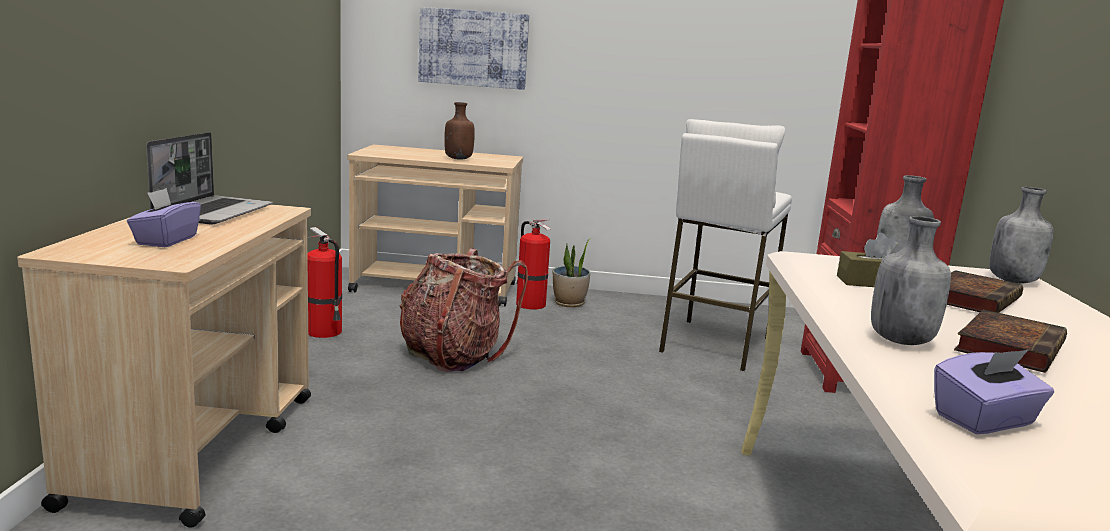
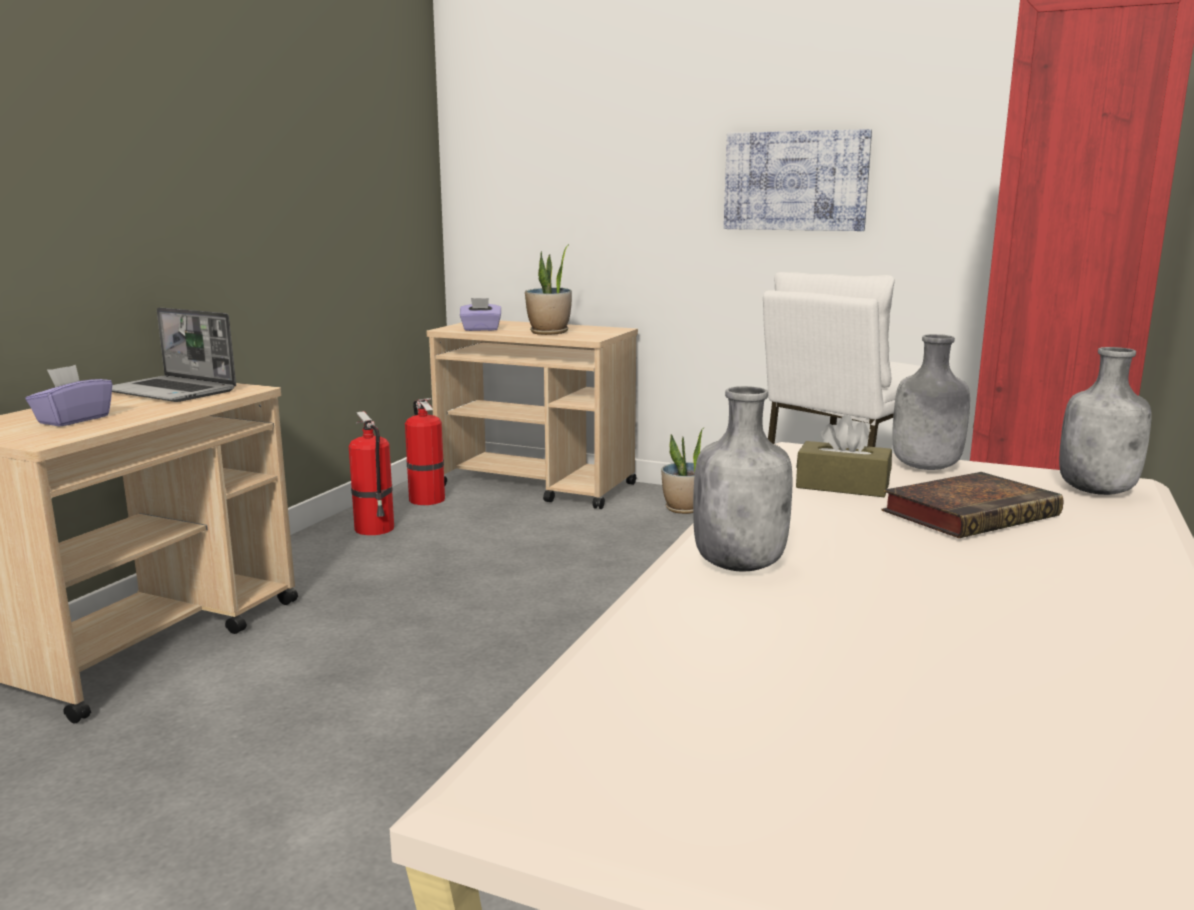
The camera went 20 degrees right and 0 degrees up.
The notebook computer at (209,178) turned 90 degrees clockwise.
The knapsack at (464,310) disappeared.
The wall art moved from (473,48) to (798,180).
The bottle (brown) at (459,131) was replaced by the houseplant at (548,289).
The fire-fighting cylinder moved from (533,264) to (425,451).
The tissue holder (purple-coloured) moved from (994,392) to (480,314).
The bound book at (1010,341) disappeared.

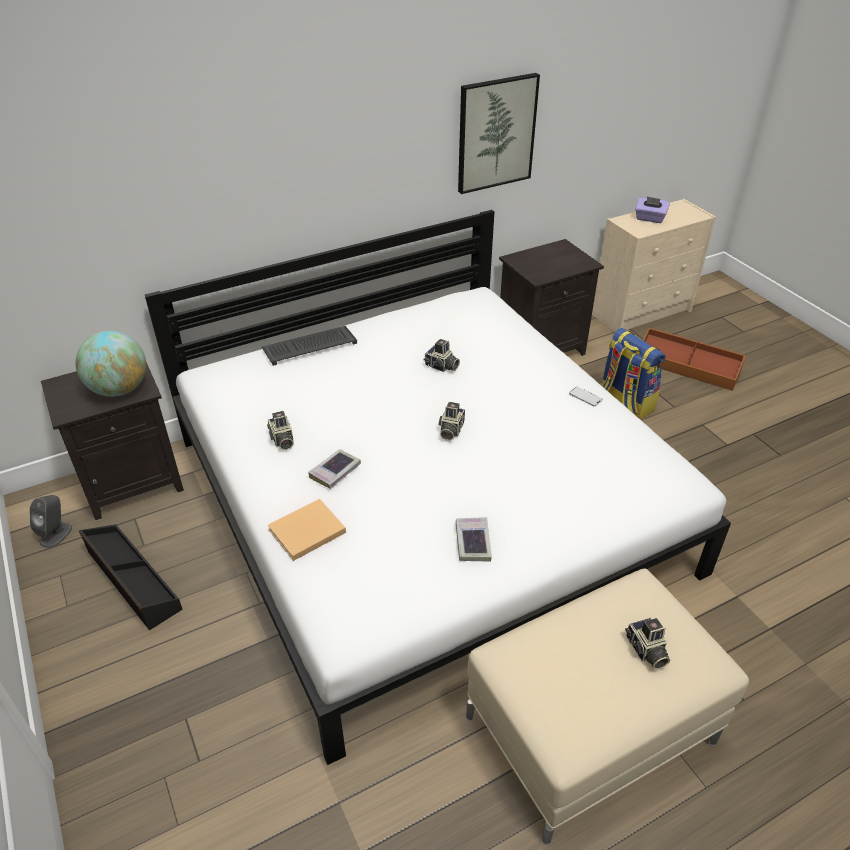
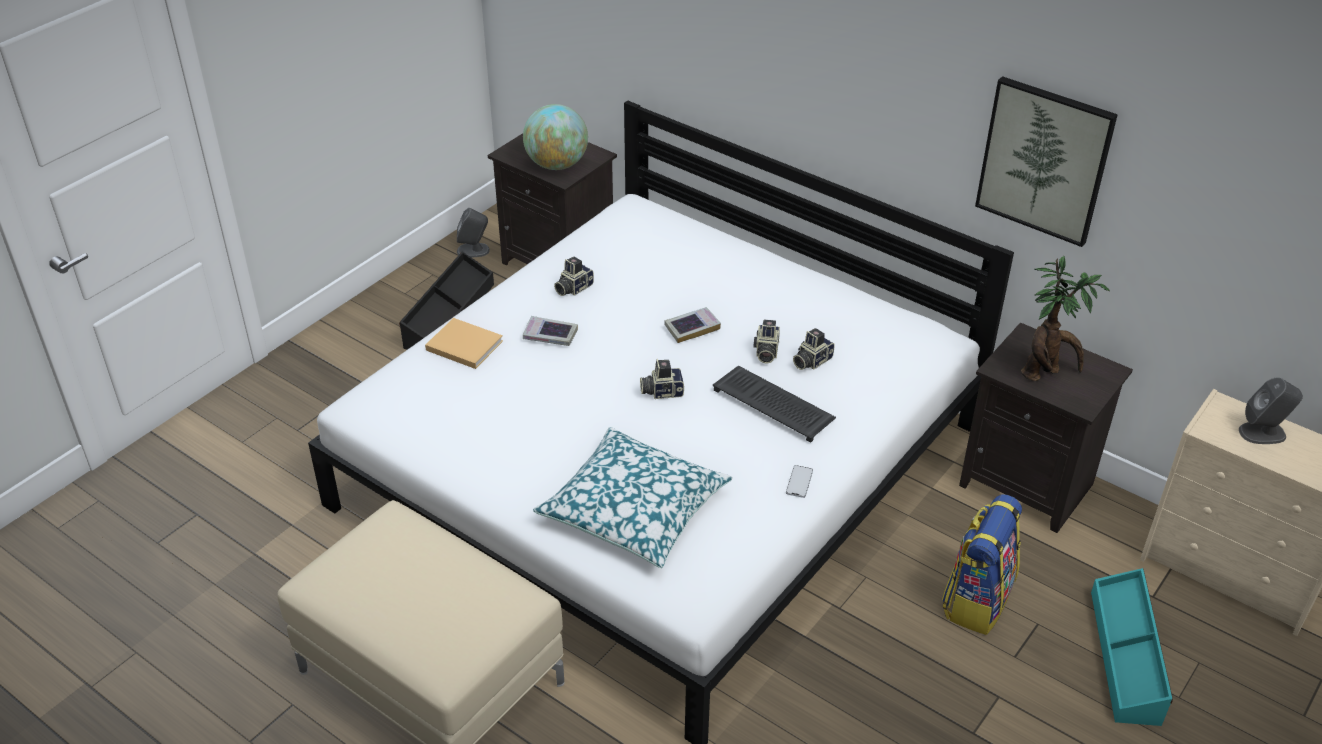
The camera went 65 degrees right and 0 degrees up.
The computer keyboard moved from (309,346) to (774,404).
The bound book moved from (474,539) to (692,325).
The still camera moved from (647,643) to (814,349).
The tissue holder (purple-coloured) at (652,209) was replaced by the speaker (grey) at (1271,410).
The storage box (brown) at (694,359) became the storage box (turquoise) at (1132,647).
The pillow at (633,497) appeared.
The houseplant at (1065,318) appeared.

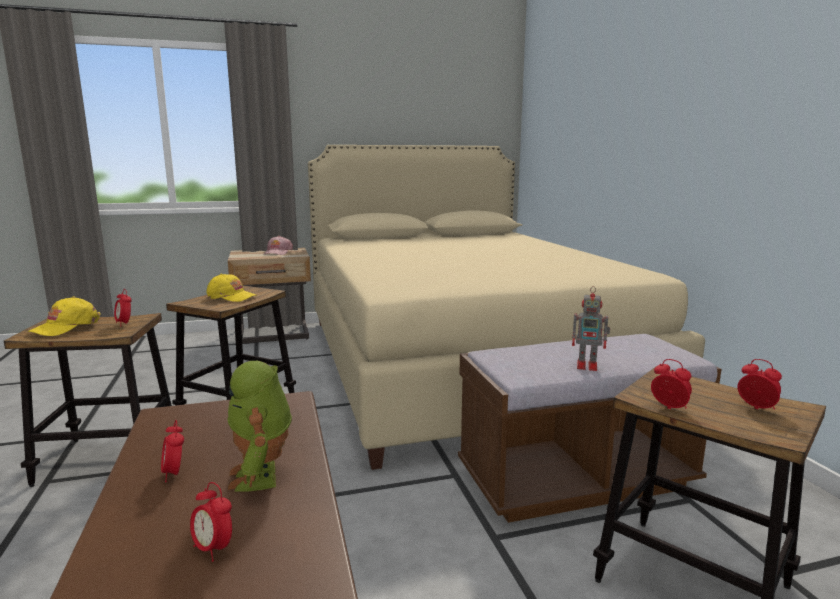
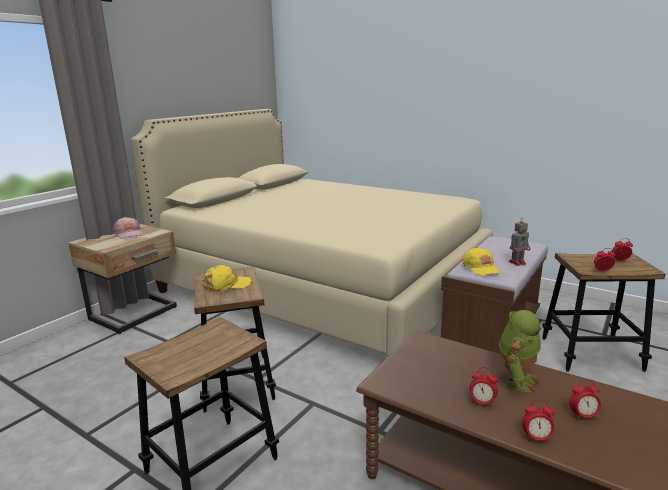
The camera went 40 degrees left and 5 degrees up.
The peaked cap (yellow-coloured) moved from (64,316) to (482,261).
The bedside clock moved from (123,306) to (538,421).
The robot figure at (260,426) turned 90 degrees counterclockwise.

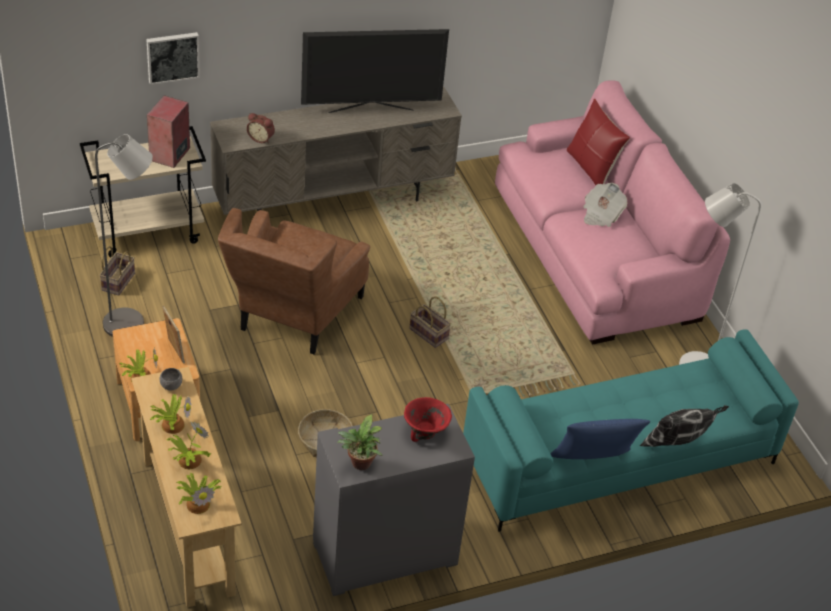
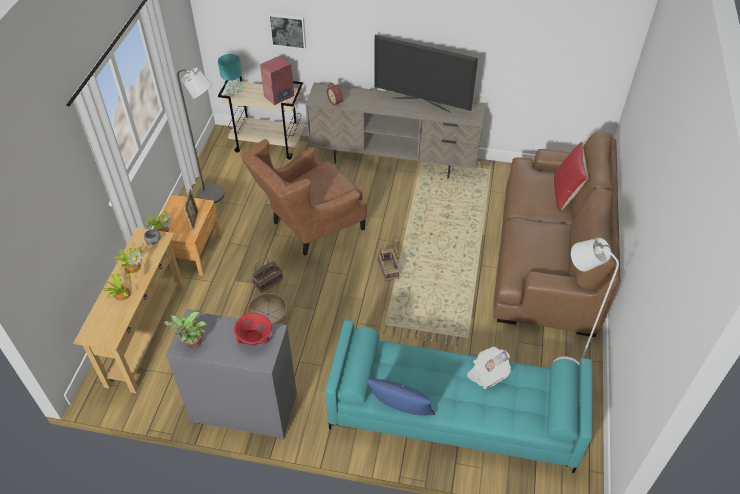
The camera went 35 degrees right and 5 degrees up.
The storage basket moved from (117,271) to (267,274).
The houseplant at (199,493) disappeared.
The settee (pinkish) at (612,212) became the settee (brown) at (556,234).
The daily paper moved from (605,205) to (489,368).
The pillow at (684,426) disappeared.
The table lamp (turquoise) at (230,75) appeared.

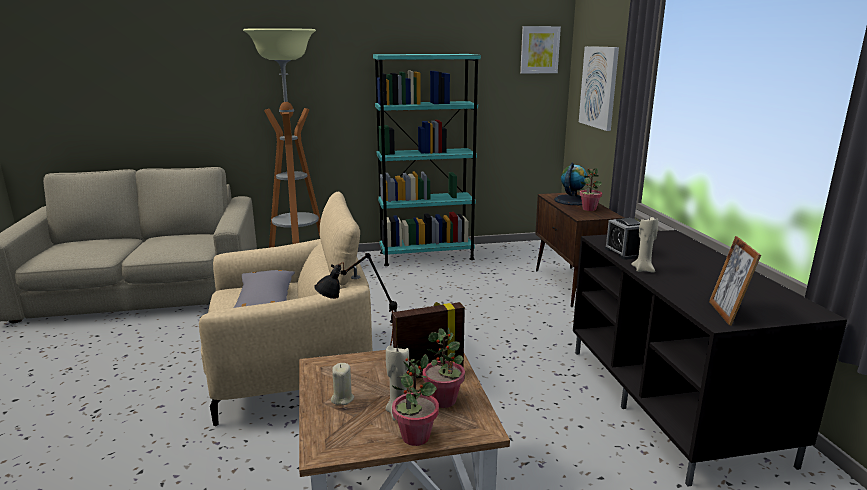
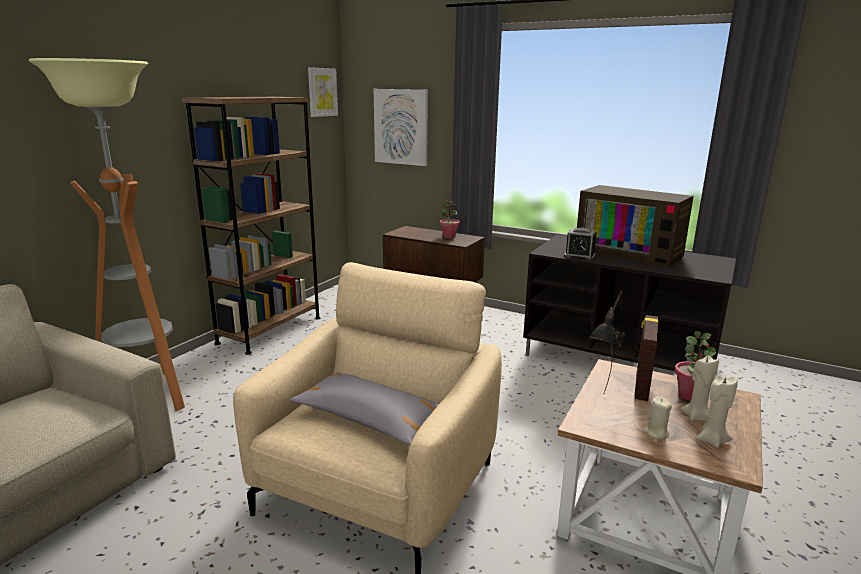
The camera went 50 degrees left and 0 degrees up.
The bookshelf (turquoise) at (427,160) became the bookshelf (brown) at (250,226).
The houseplant at (415,400) disappeared.
The world globe at (571,184) disappeared.
The candle (sand-coloured) moved from (644,245) to (717,411).
The picture frame at (735,281) disappeared.
The TV at (635,226) appeared.

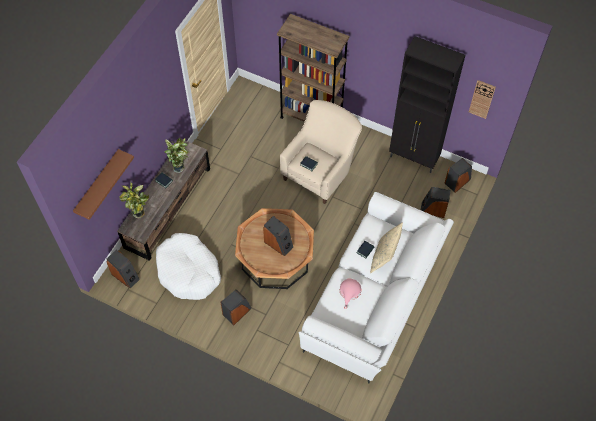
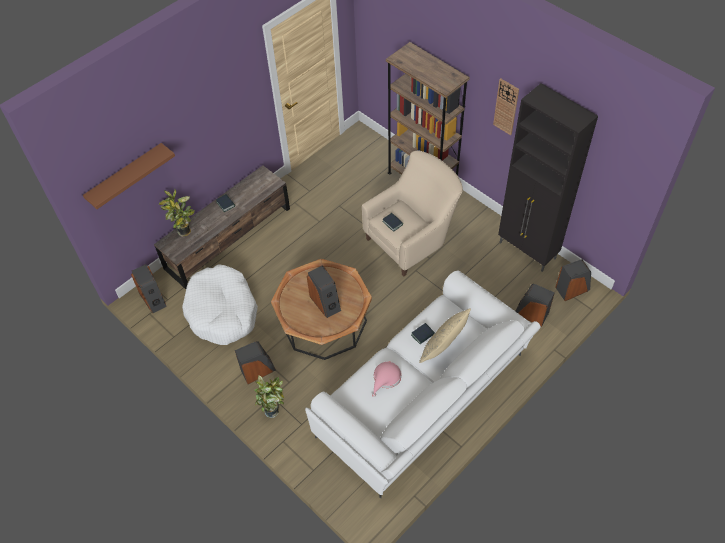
The camera went 20 degrees right and 5 degrees down.
The houseplant moved from (177,155) to (269,397).
The clock on the wall moved from (482,99) to (506,106).

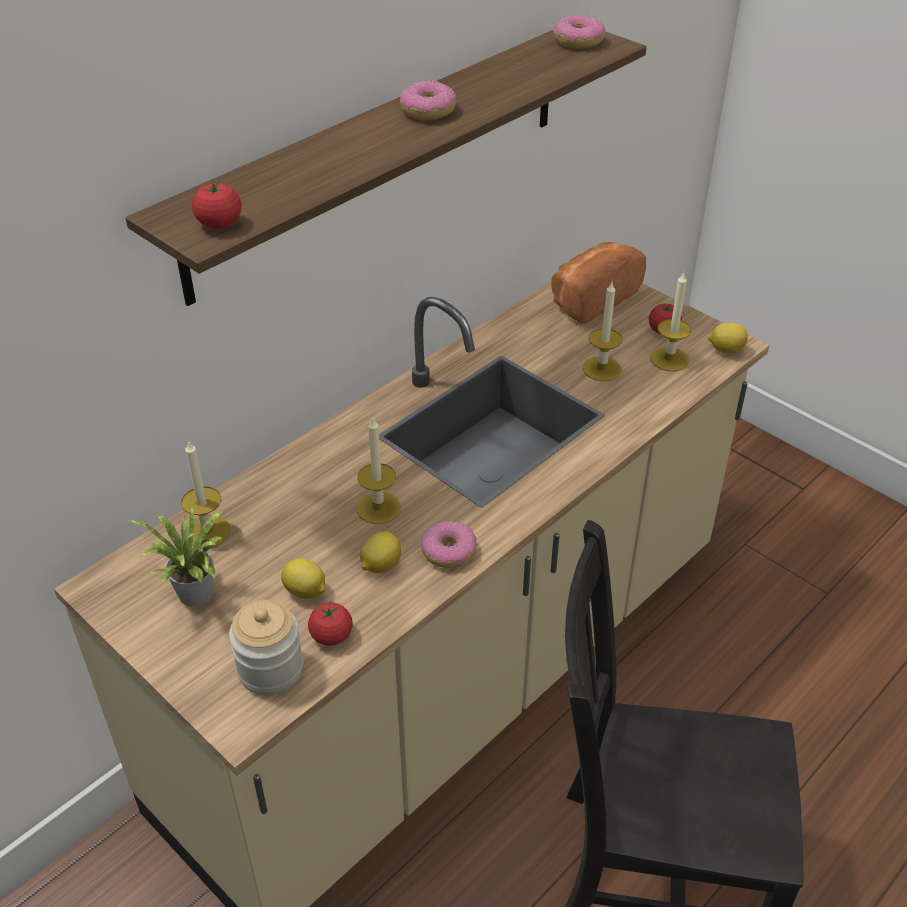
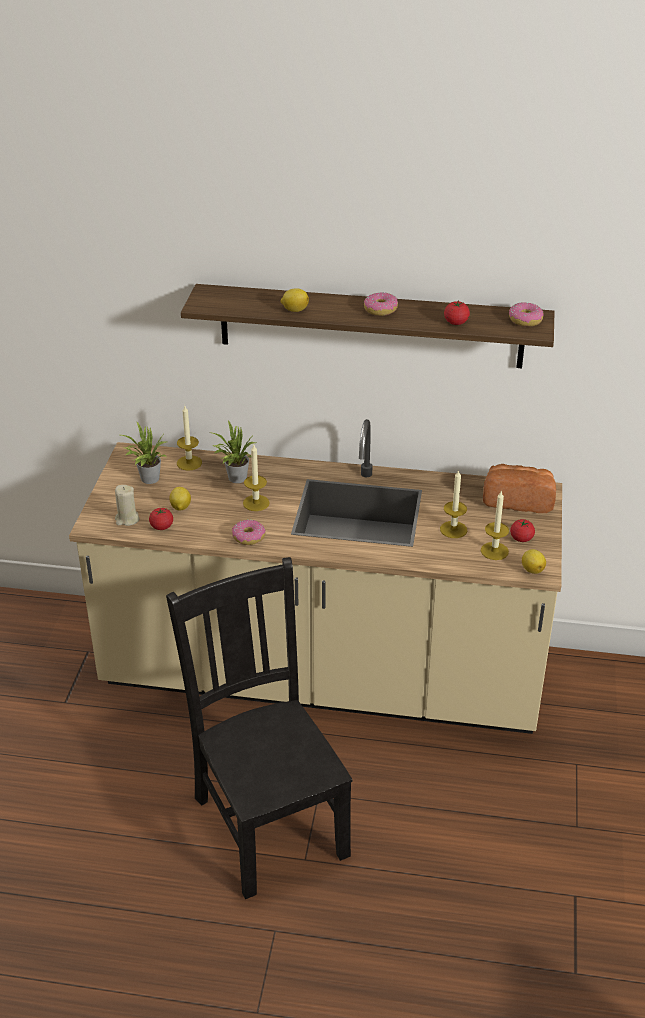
The camera went 55 degrees right and 5 degrees down.
The fresh tomato moved from (217,204) to (457,313).
The storage jar at (266,647) was replaced by the candle (sand-coloured) at (127,505).
The whole lemon moved from (380,552) to (294,300).
The houseplant at (232,451) appeared.

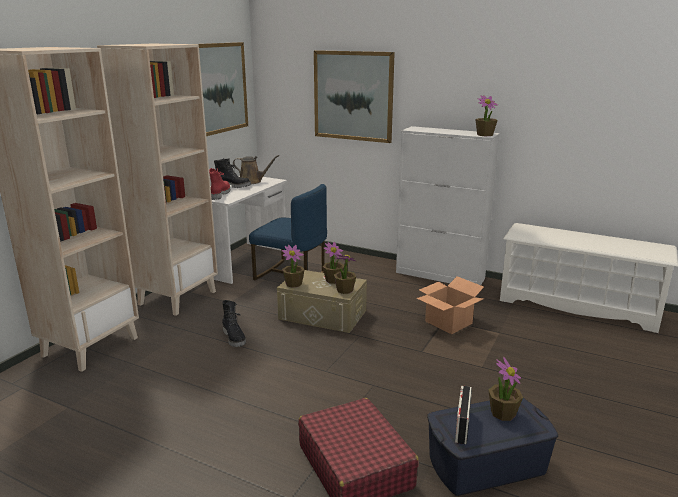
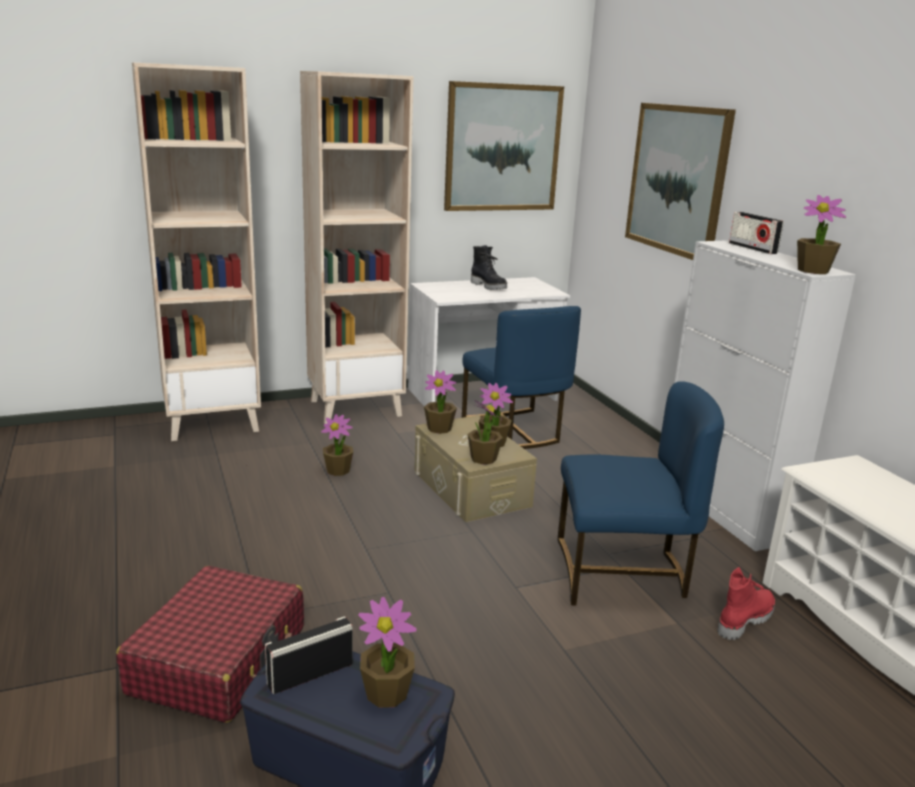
The camera went 40 degrees right and 0 degrees up.
The tall boot (red) moved from (219,184) to (746,603).
The tall boot (black) at (234,323) was replaced by the houseplant at (337,445).
The sprinkling can (brown) at (256,169) disappeared.
The packing box at (450,305) was replaced by the plain chair (blue-coloured) at (641,493).
The radio set at (756,233) appeared.

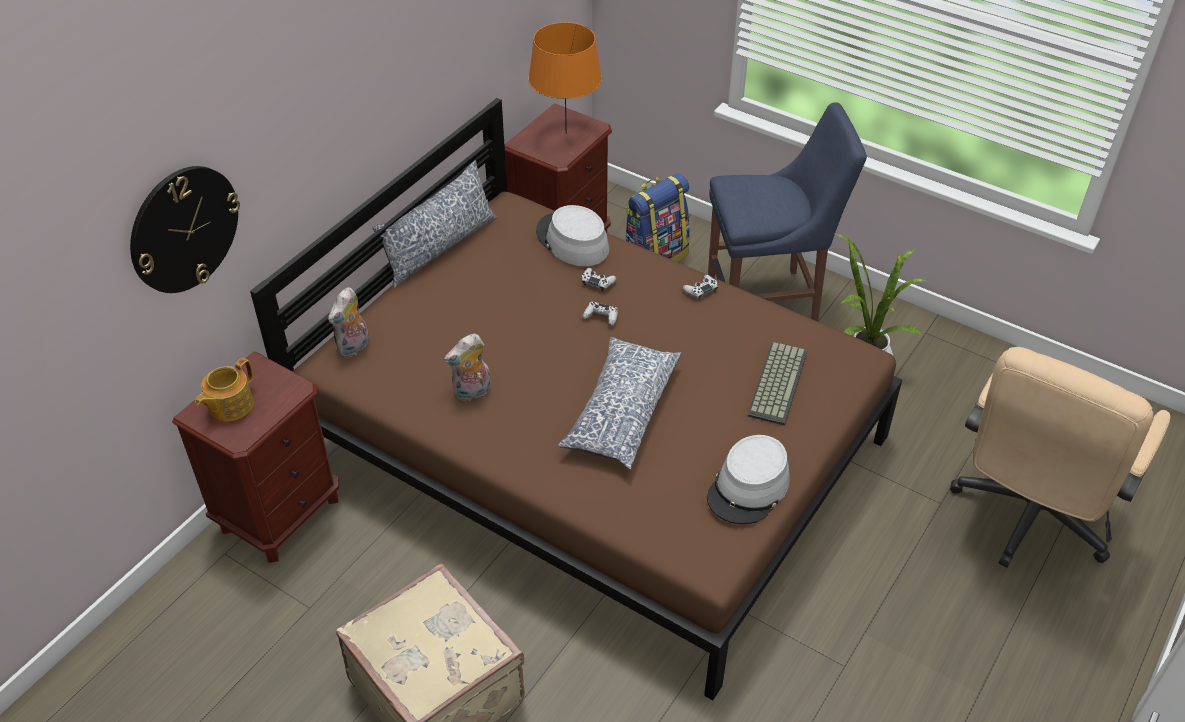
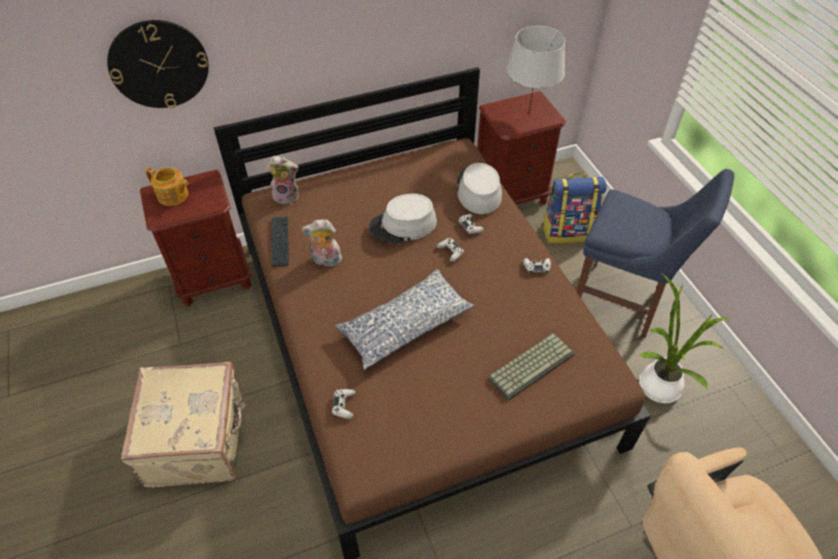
The camera went 35 degrees right and 5 degrees up.
The pot for tea at (224,389) turned 135 degrees counterclockwise.
The cuddly toy at (348,322) turned 150 degrees counterclockwise.
The pillow at (435,224) disappeared.
The table lamp (orangey) at (565,78) became the table lamp (grey) at (535,69).
The hat (grey) moved from (748,479) to (403,219).
The computer keyboard at (280,242) appeared.
The joypad (white-coloured) at (344,404) appeared.

